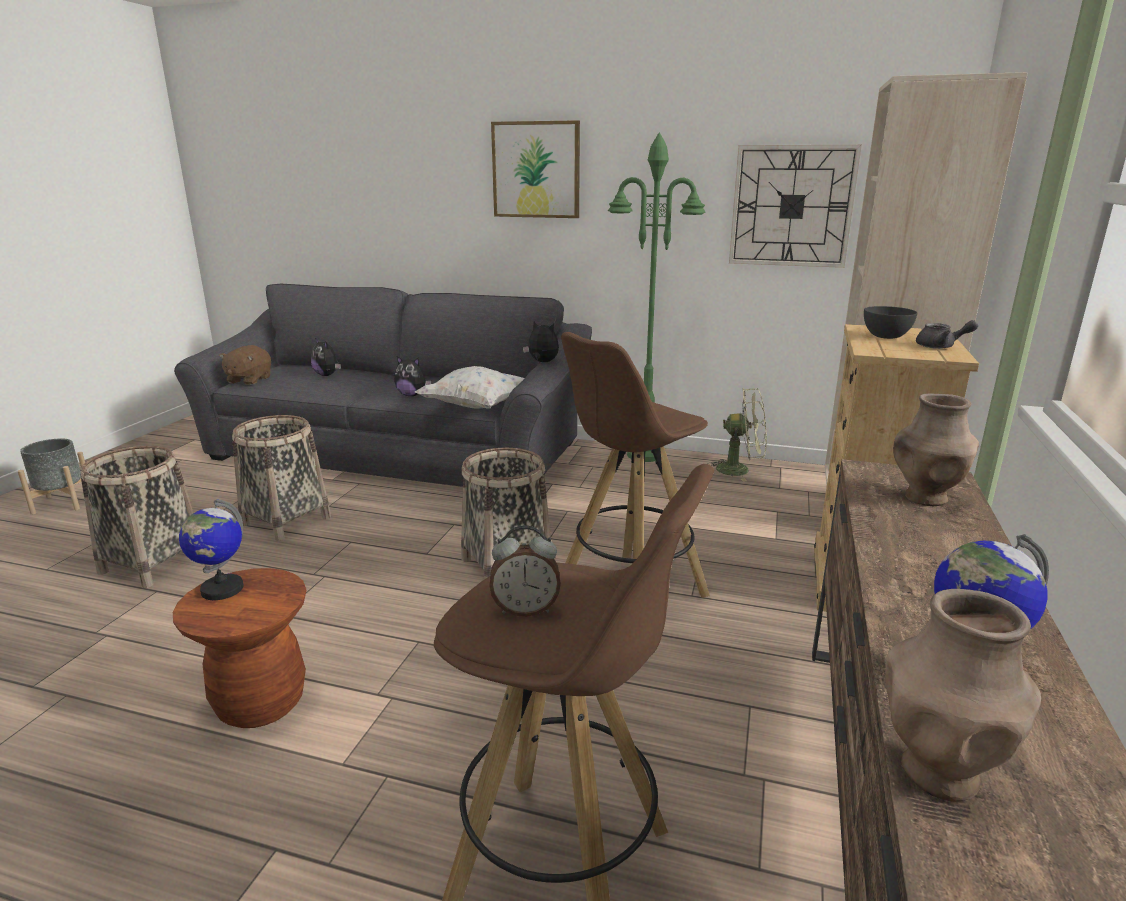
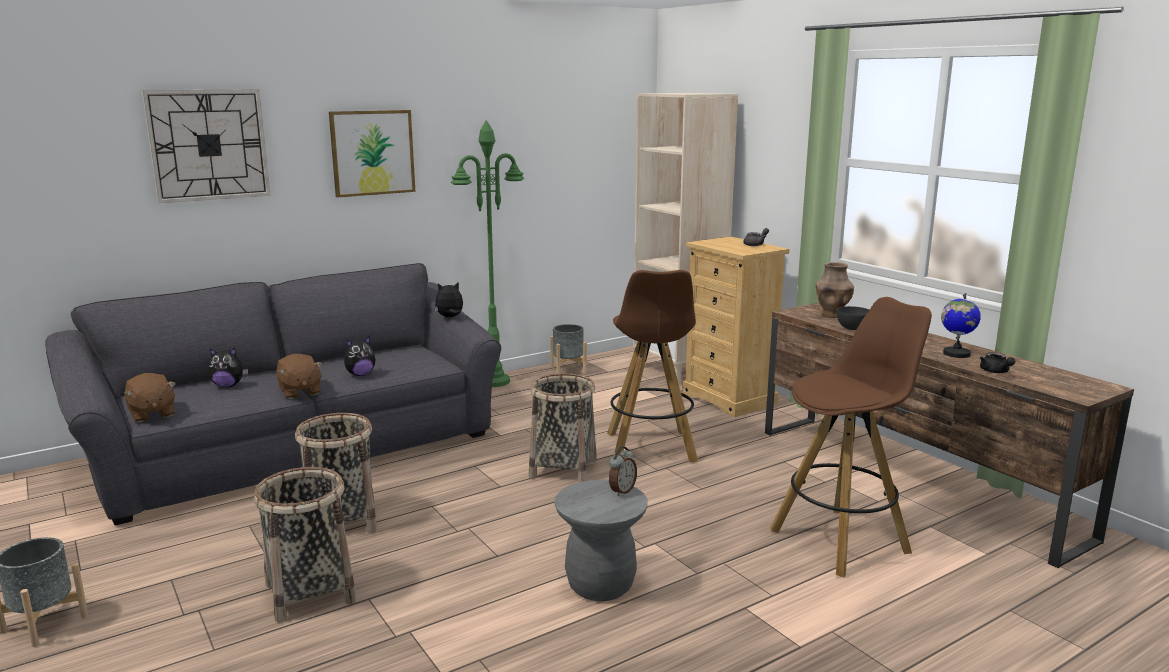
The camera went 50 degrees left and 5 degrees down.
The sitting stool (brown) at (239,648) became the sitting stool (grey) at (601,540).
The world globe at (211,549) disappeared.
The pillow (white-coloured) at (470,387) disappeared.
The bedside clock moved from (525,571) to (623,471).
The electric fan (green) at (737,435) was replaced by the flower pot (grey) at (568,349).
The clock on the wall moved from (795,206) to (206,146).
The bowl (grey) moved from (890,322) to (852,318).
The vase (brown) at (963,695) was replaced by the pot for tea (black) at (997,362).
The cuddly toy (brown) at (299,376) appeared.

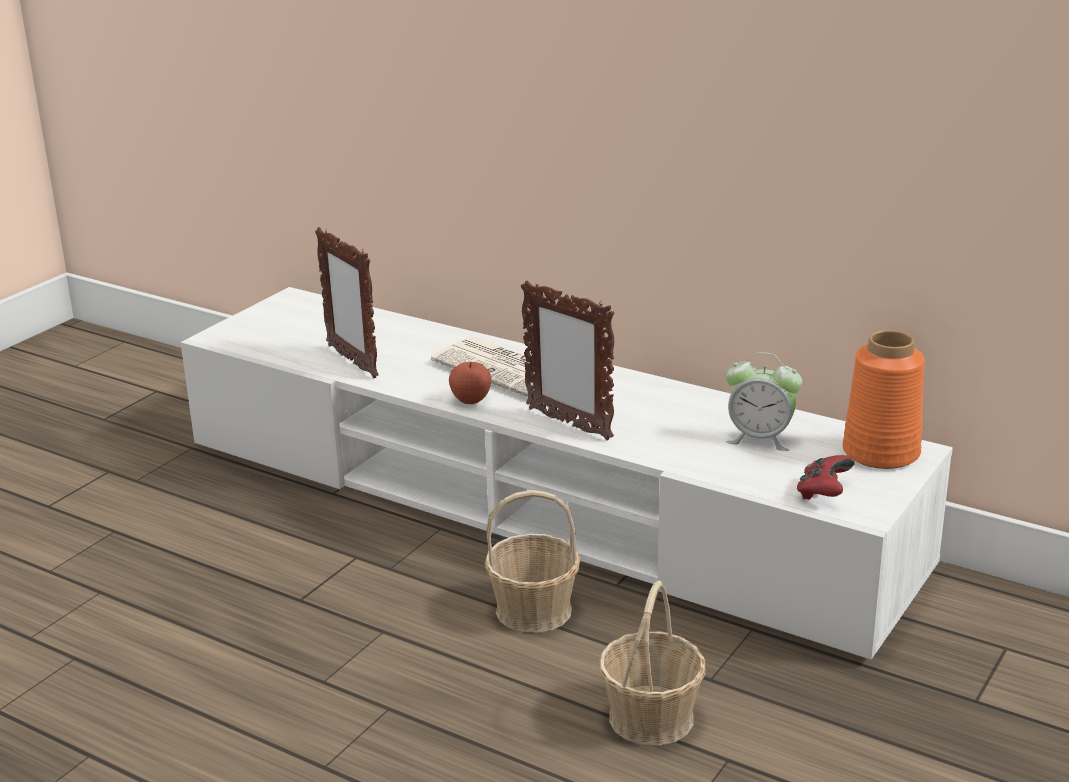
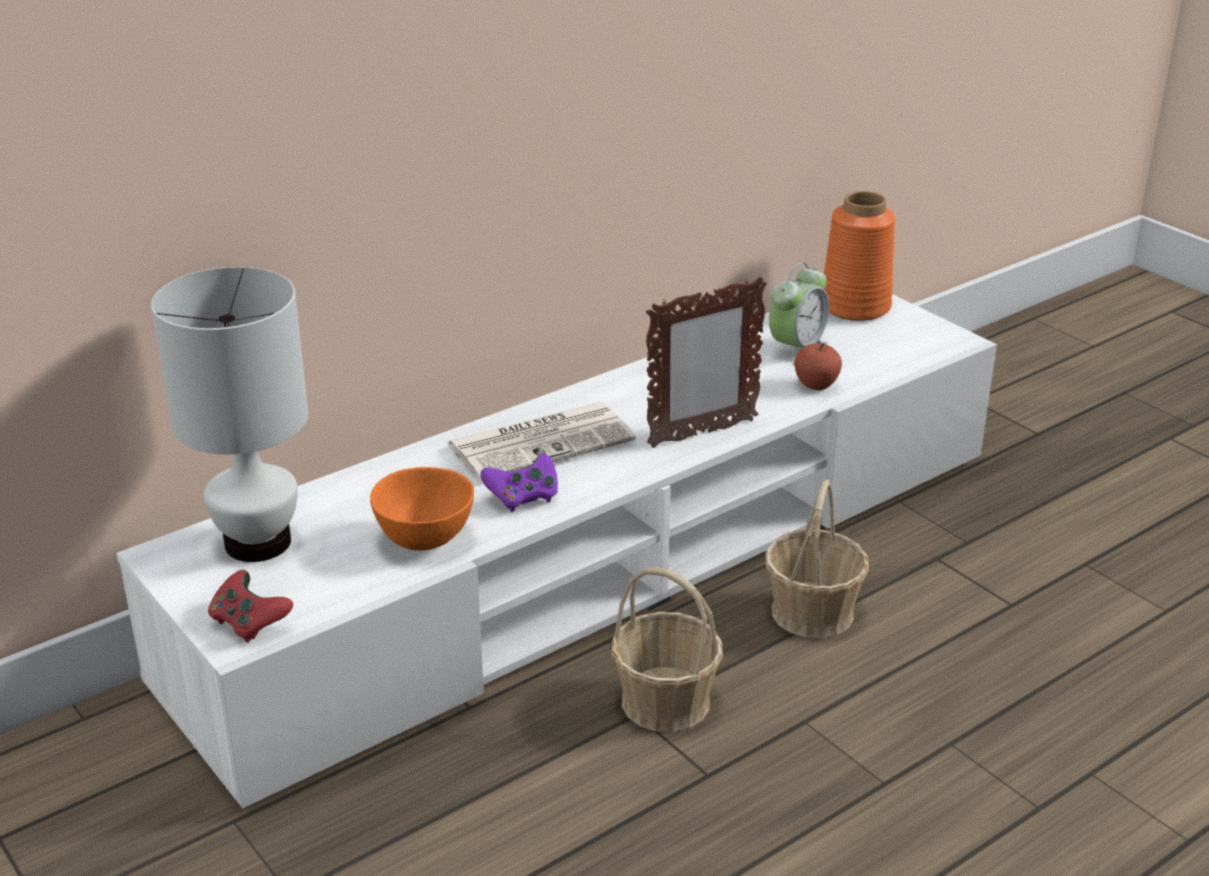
The camera went 70 degrees left and 5 degrees up.
The picture frame at (347,302) was replaced by the bowl (orangey) at (422,509).
The apple moved from (470,383) to (818,366).
The storage basket moved from (652,663) to (667,649).
The joypad (red) moved from (826,477) to (250,606).
The table lamp (white-coloured) at (229,414) appeared.
The joypad (purple-coloured) at (519,483) appeared.

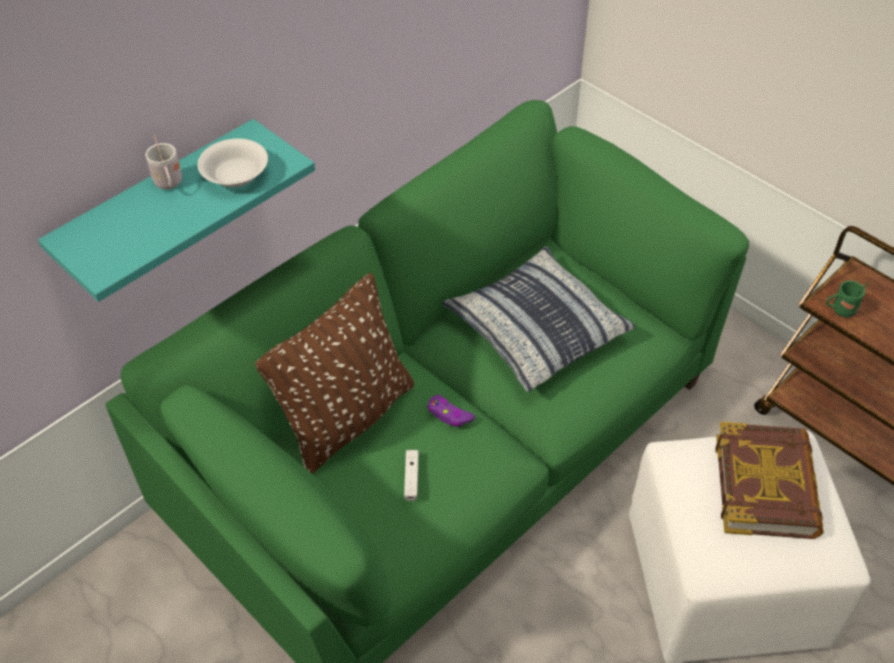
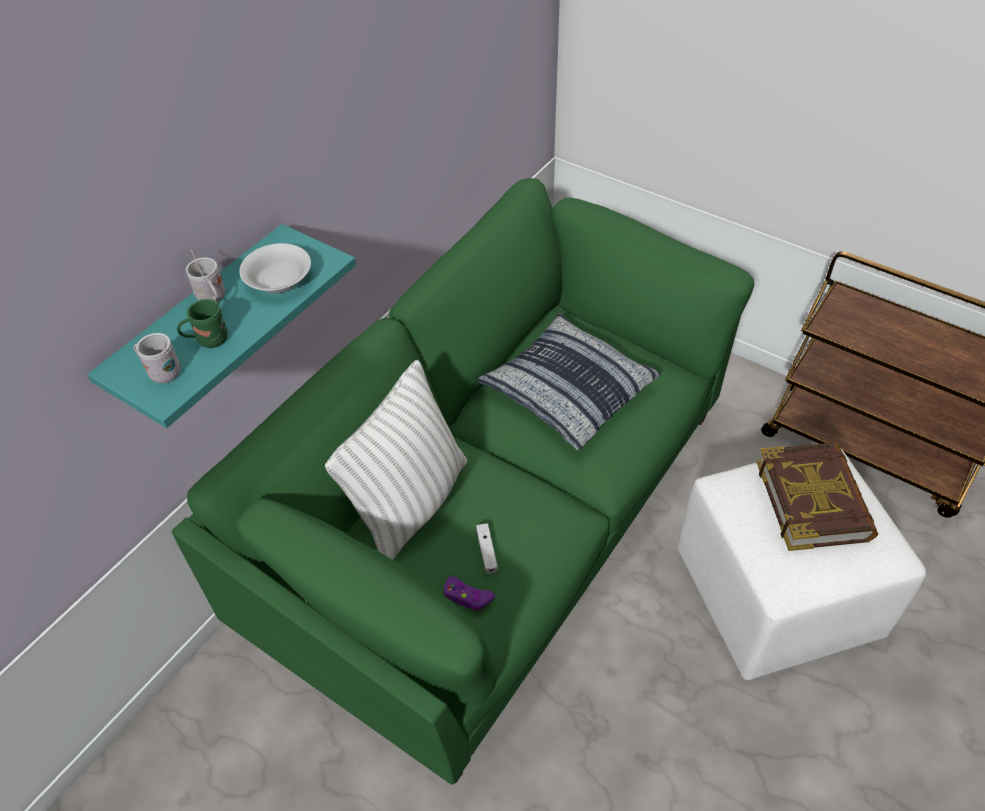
The camera went 10 degrees left and 0 degrees up.
The pillow (brown) at (334,373) became the pillow (white-coloured) at (396,460).
The joypad (purple-coloured) moved from (451,411) to (469,593).
The mug (green) moved from (848,299) to (202,322).
The mug (white-coloured) at (157,358) appeared.

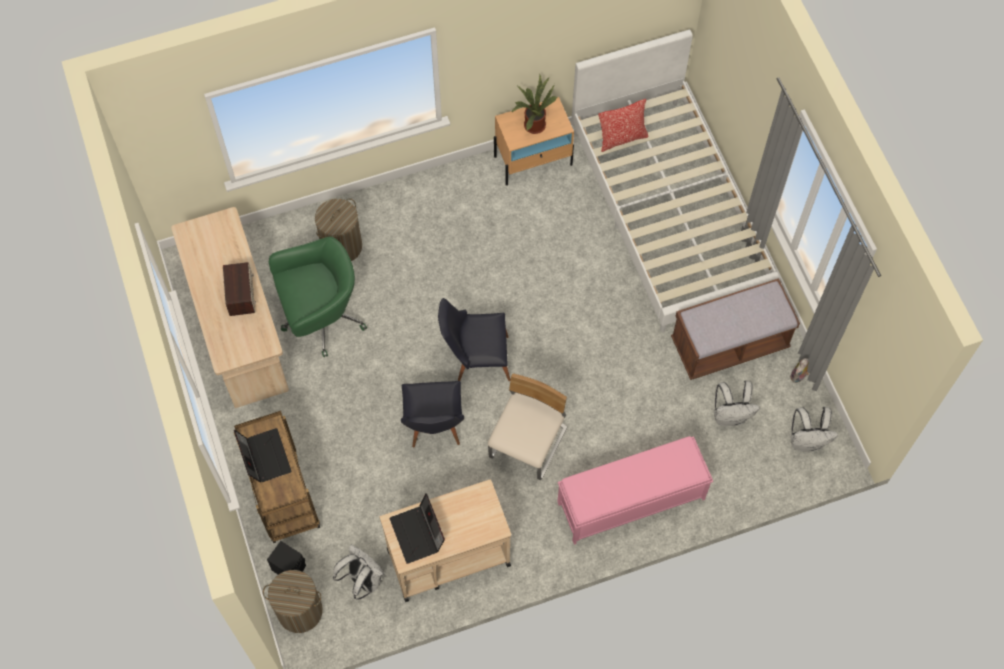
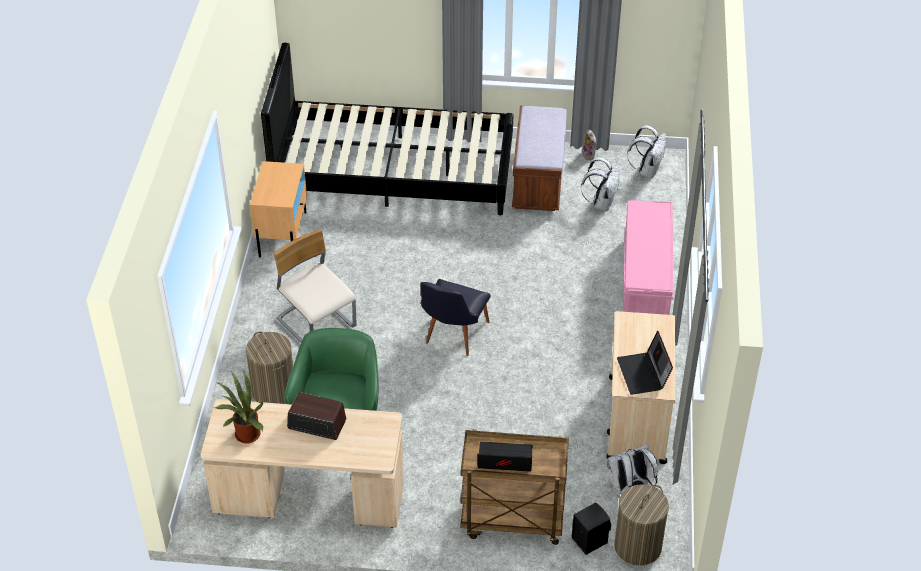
The camera went 65 degrees left and 20 degrees down.
The notebook computer at (417,528) turned 75 degrees clockwise.
The plain chair (black) at (432,414) disappeared.
The plain chair (sand-coloured) moved from (527,426) to (315,285).
The houseplant moved from (534,104) to (239,407).
The sleeping bed (white-coloured) at (675,180) became the sleeping bed (black) at (387,129).
The pillow at (623,125) disappeared.

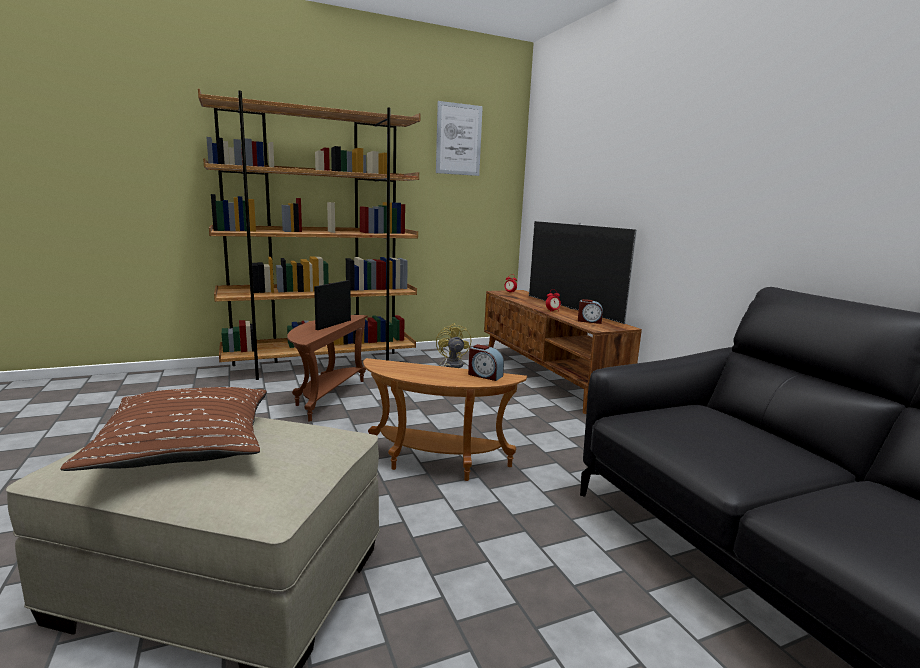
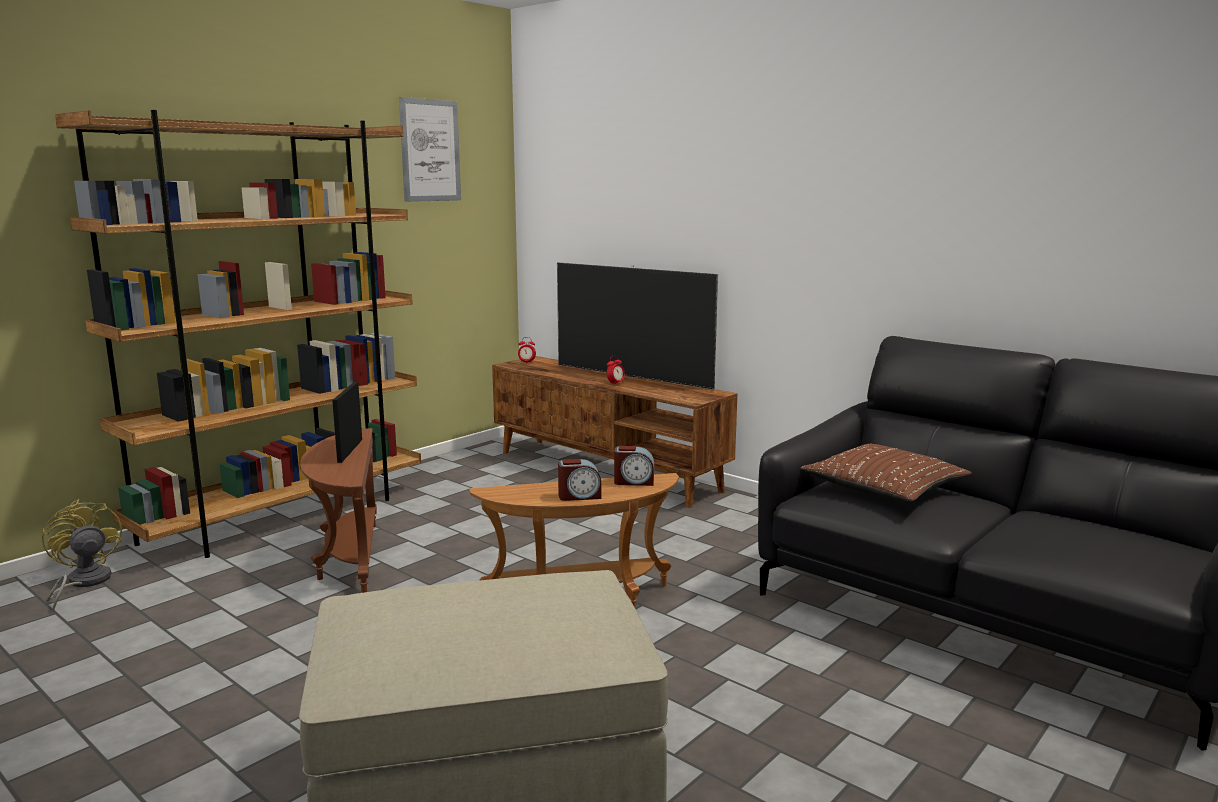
The camera went 25 degrees left and 0 degrees up.
The pillow (brown) moved from (164,429) to (886,473).
The electric fan (yellow-coloured) moved from (453,345) to (82,555).
The bedside clock moved from (590,311) to (579,480).

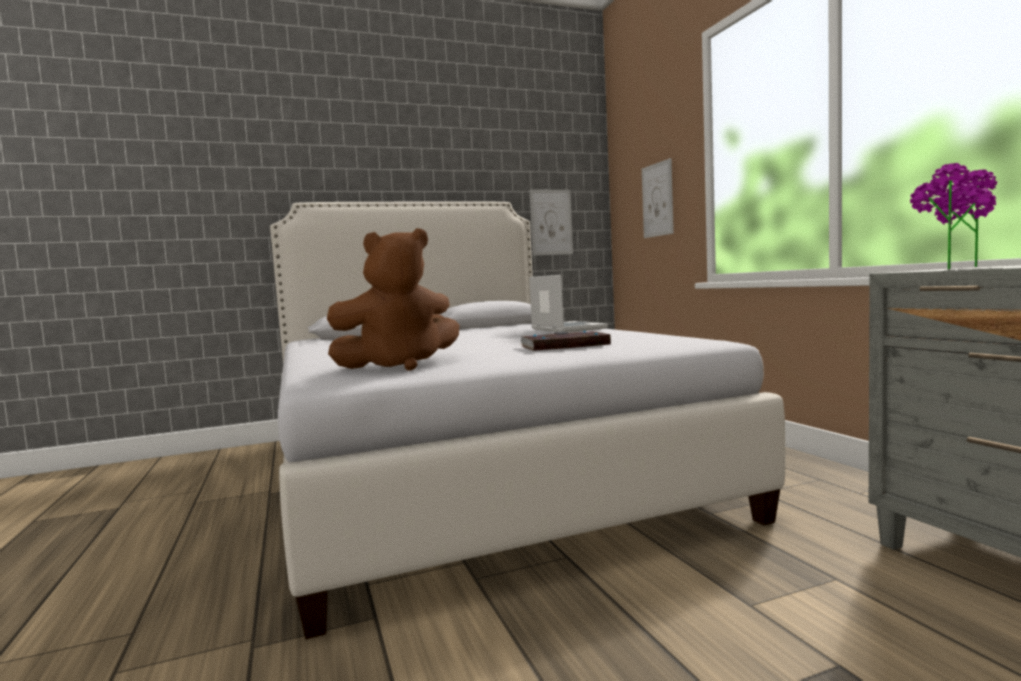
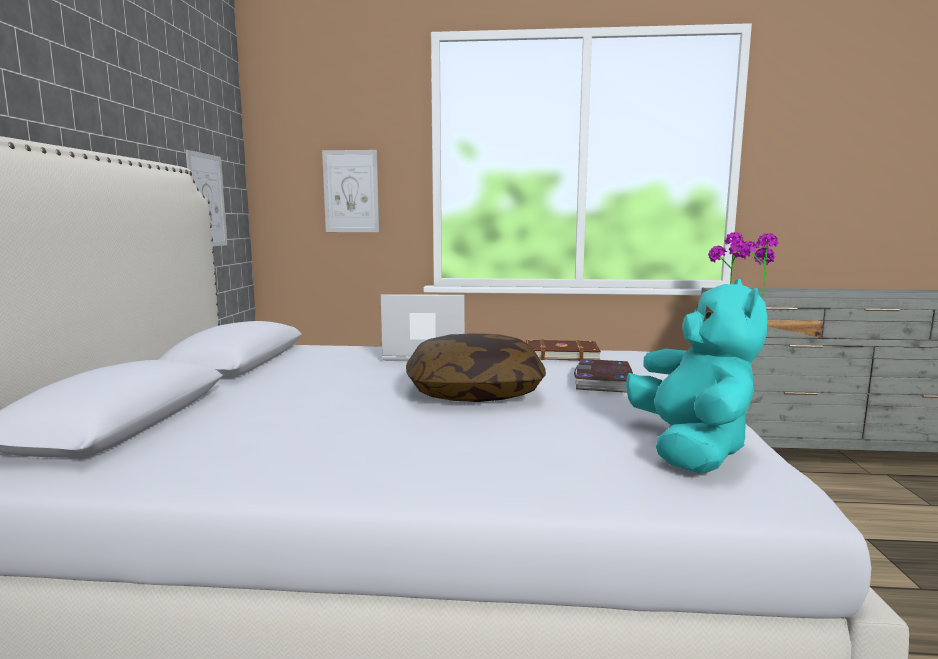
The camera went 65 degrees left and 5 degrees up.
The cuddly toy (brown) at (393,299) became the cuddly toy (turquoise) at (696,376).
The pillow at (476,367) appeared.
The bound book (brown) at (563,350) appeared.

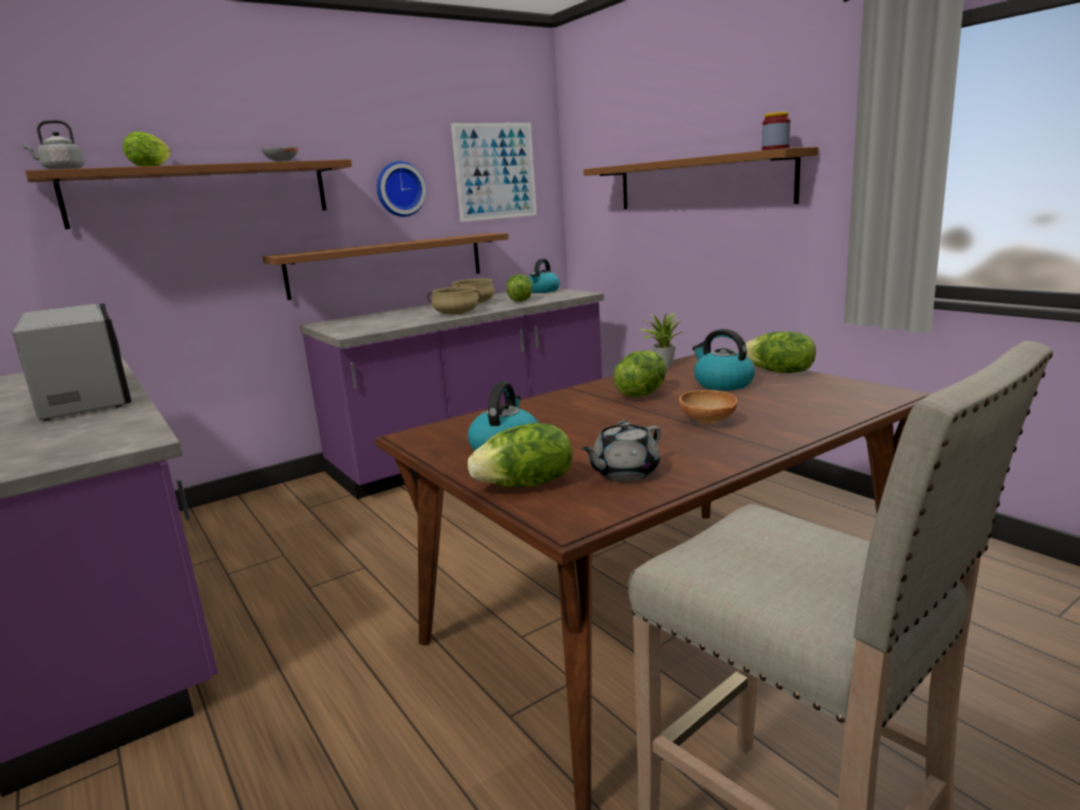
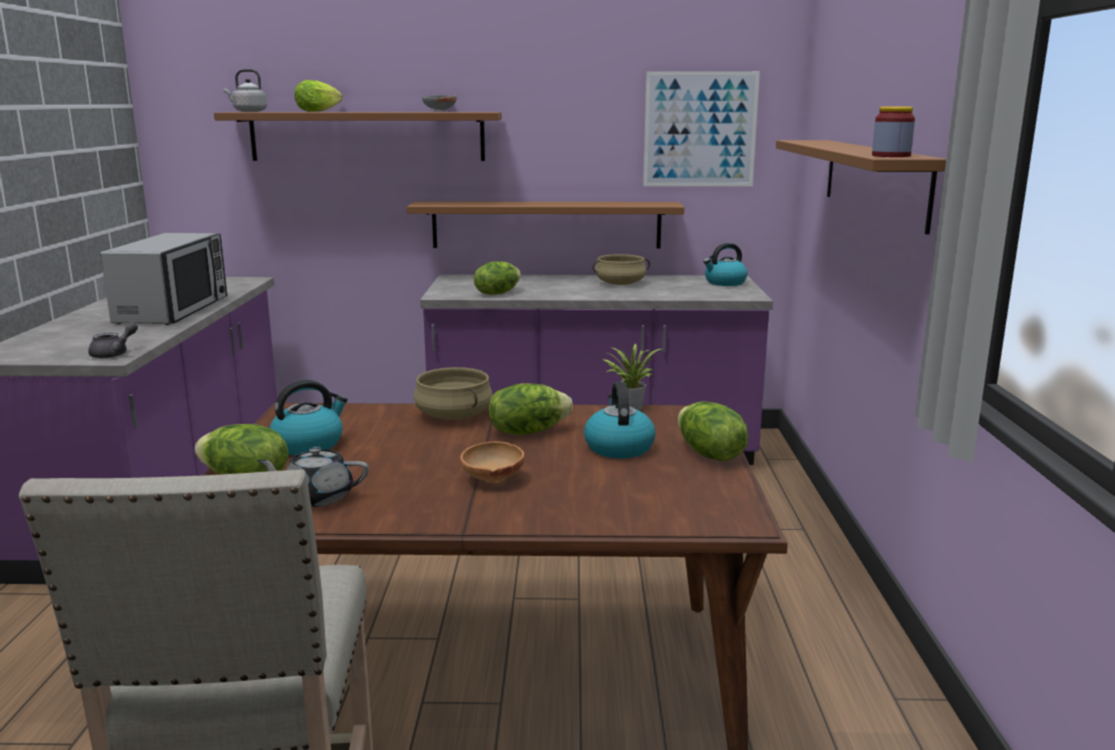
The camera went 35 degrees right and 0 degrees up.
The clock on the wall at (401,189) disappeared.
The saucepot (sand-coloured) moved from (454,300) to (453,393).
The lettuce moved from (519,288) to (497,278).
The pot for tea (grey) at (113,340) appeared.

